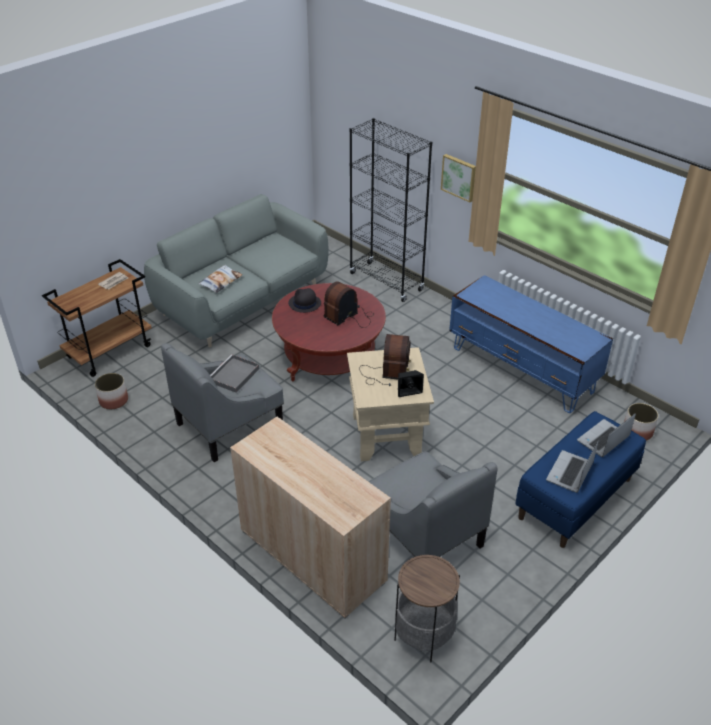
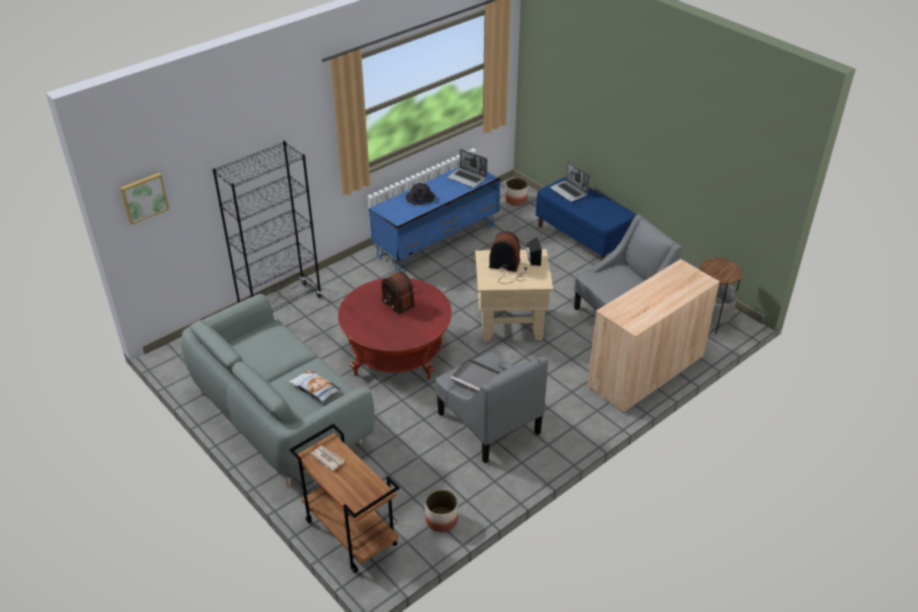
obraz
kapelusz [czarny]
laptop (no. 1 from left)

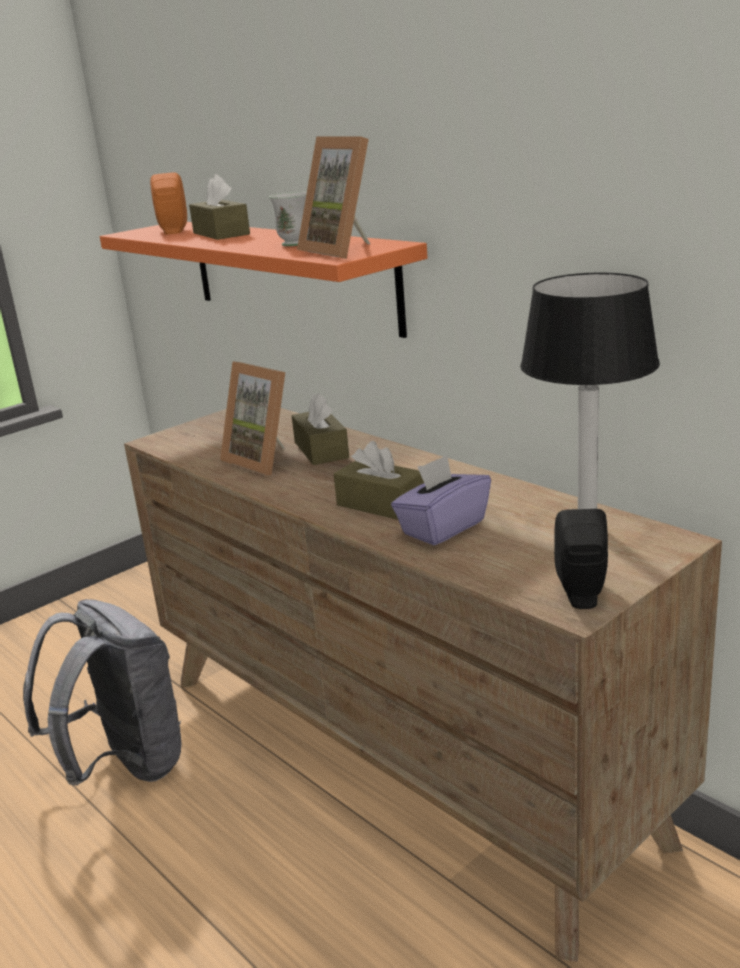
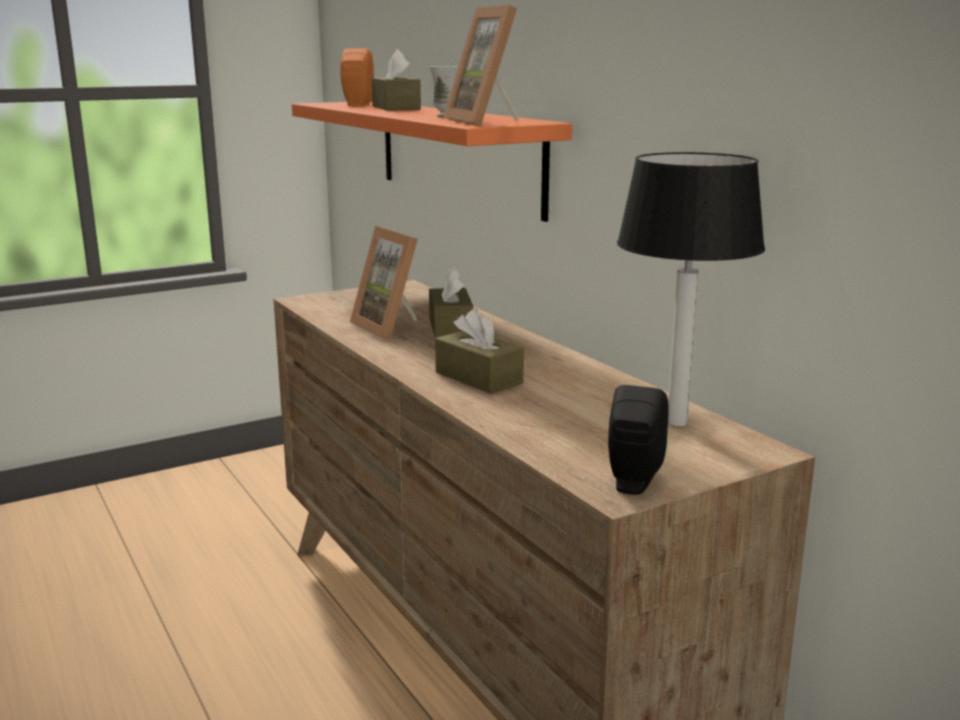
plecak [szary]
pudełko chusteczek [fioletowy]

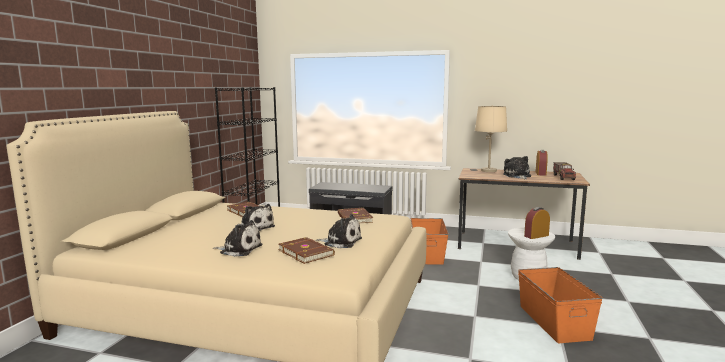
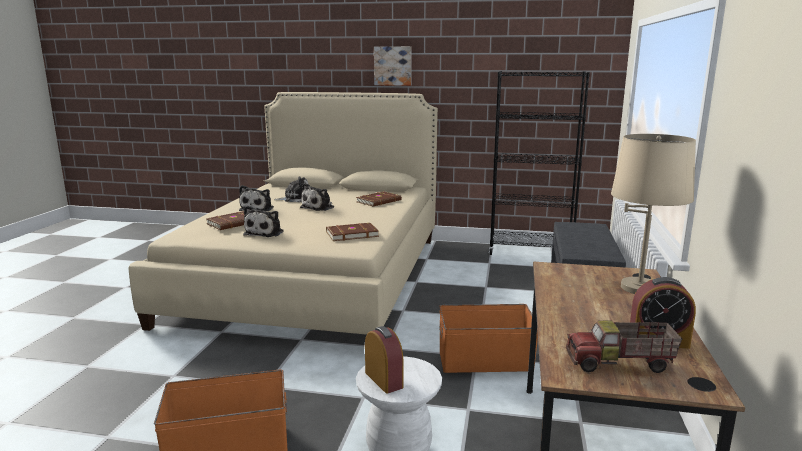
pluszak (no. 3 from left)
obraz

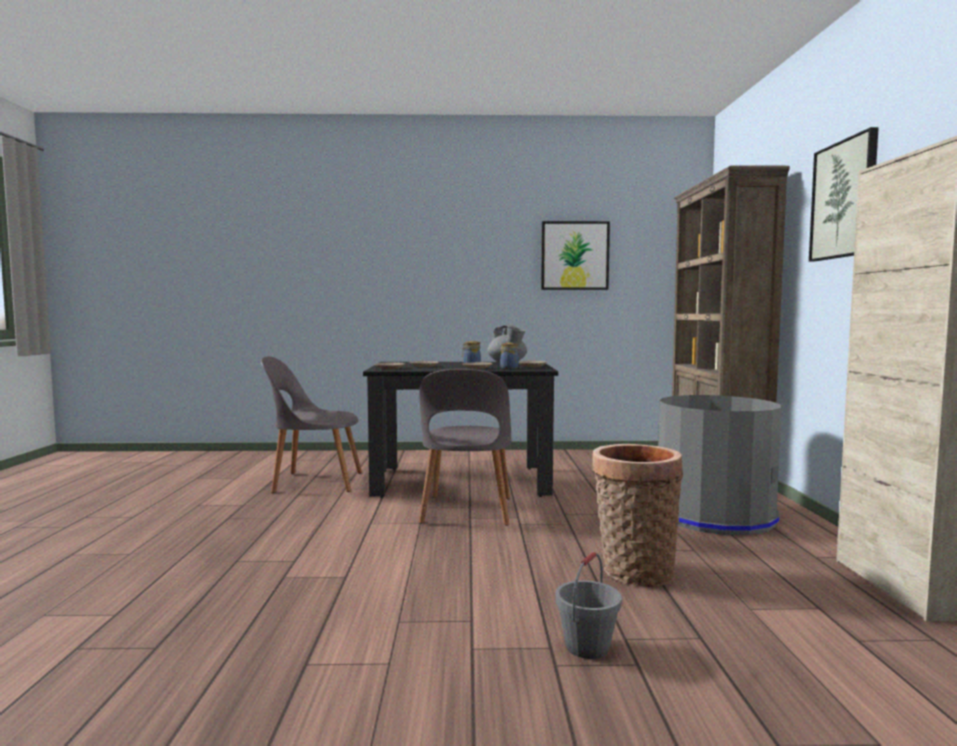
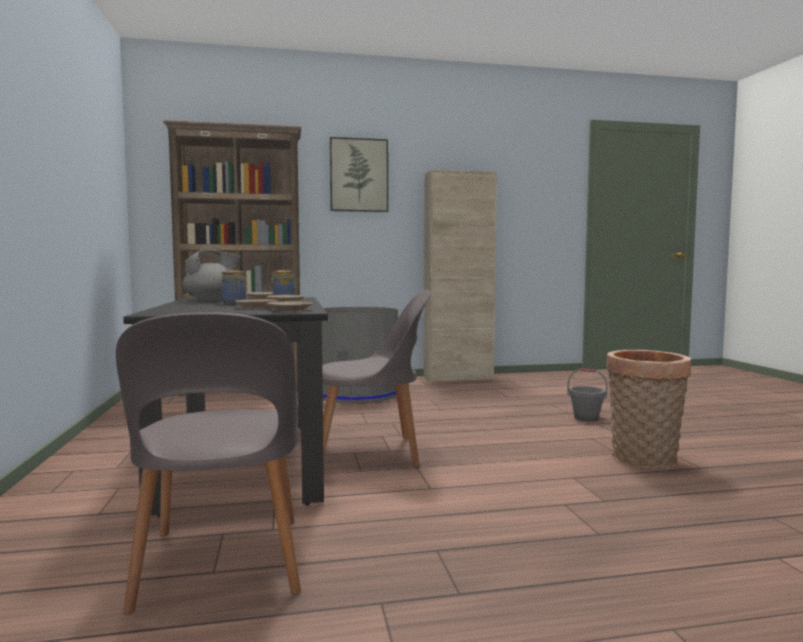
koszyk
obraz (no. 1 from left in the first image)

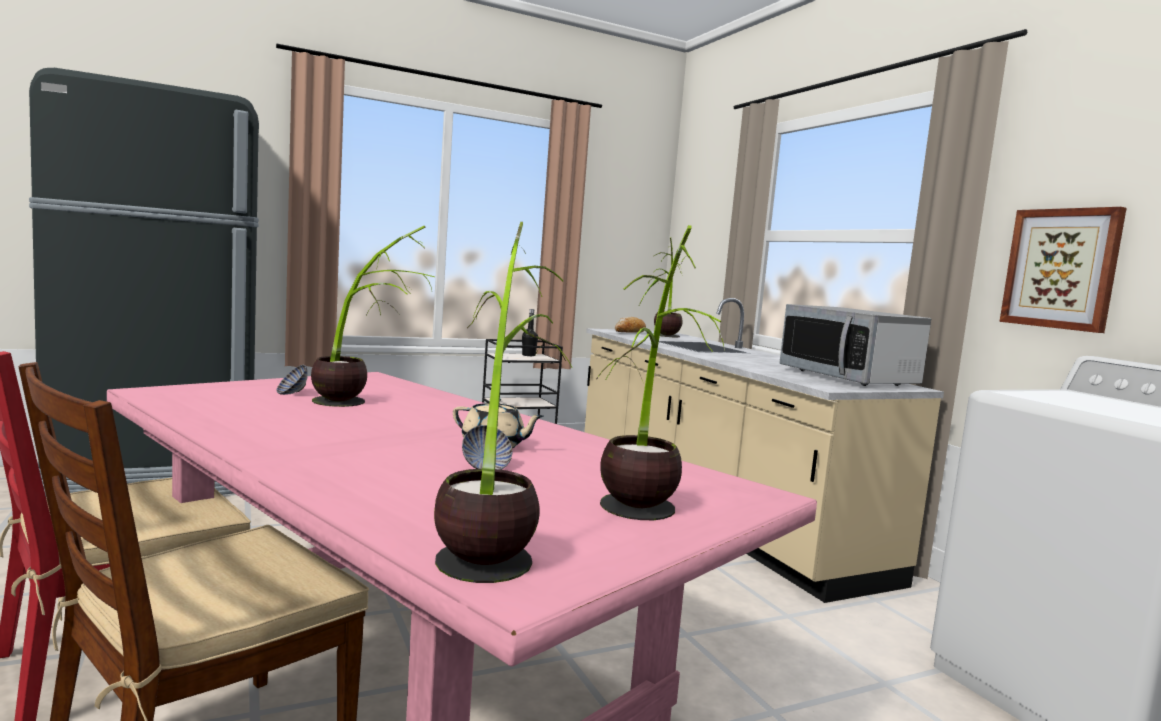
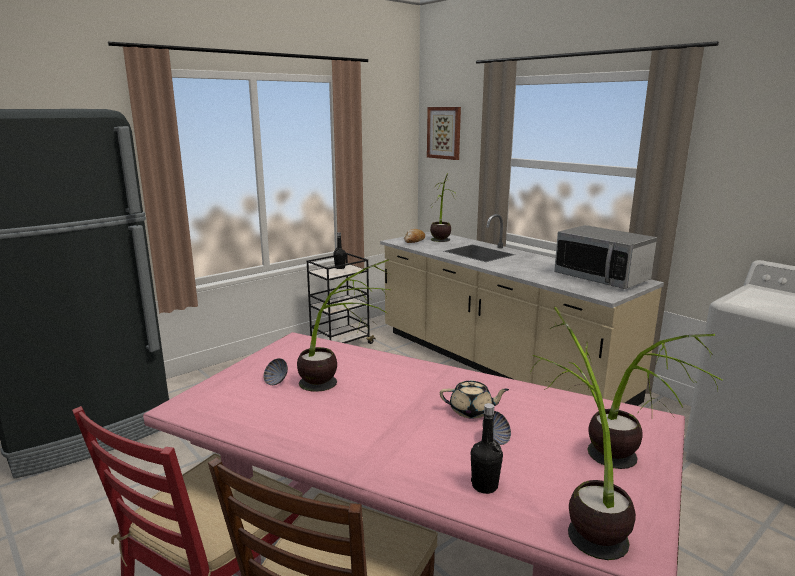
obraz
butelka [czarny] (no. 2 from left)

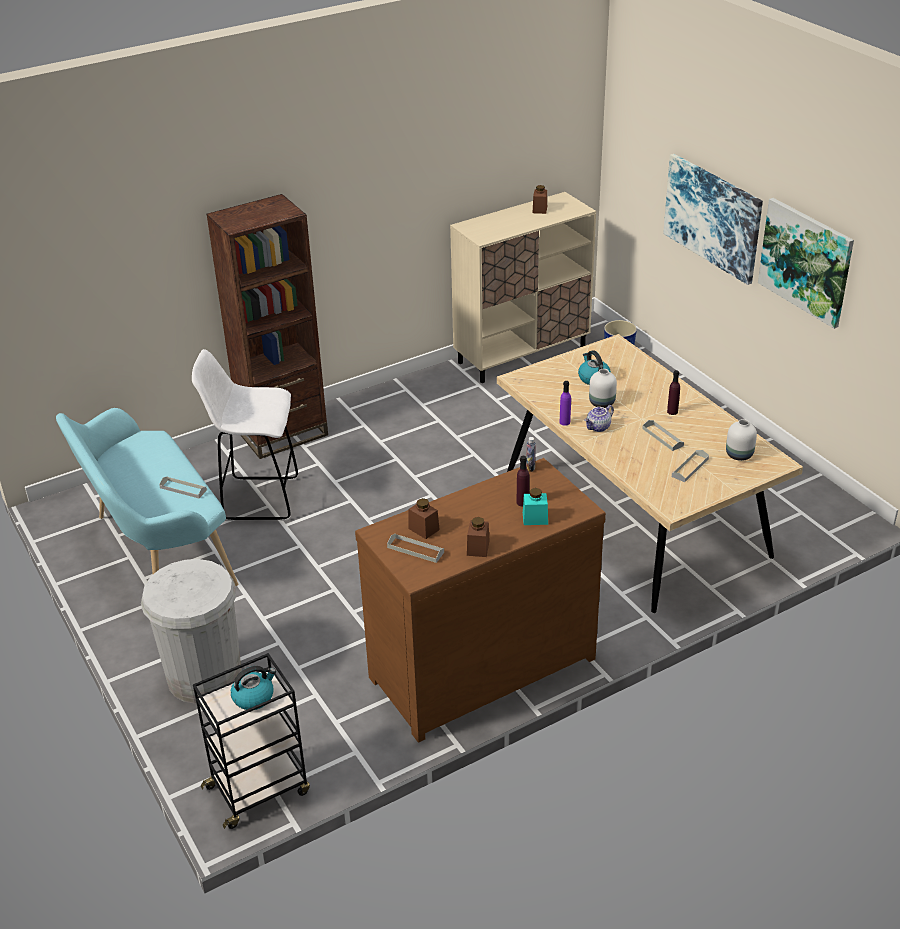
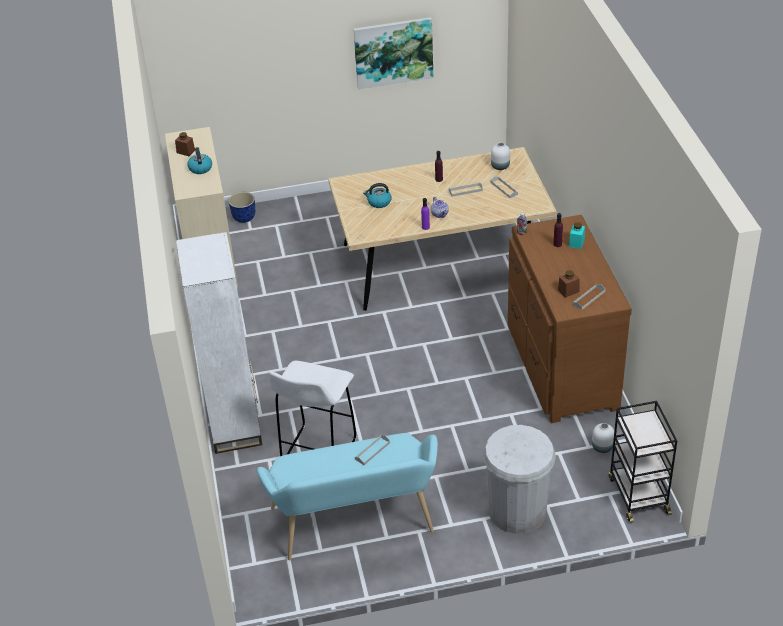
regał [biały]
czajnik (no. 1 from left)
wazon [biały] (no. 2 from left)
słoik [brązowy] (no. 2 from left in the first image)
obraz (no. 1 from left in the first image)

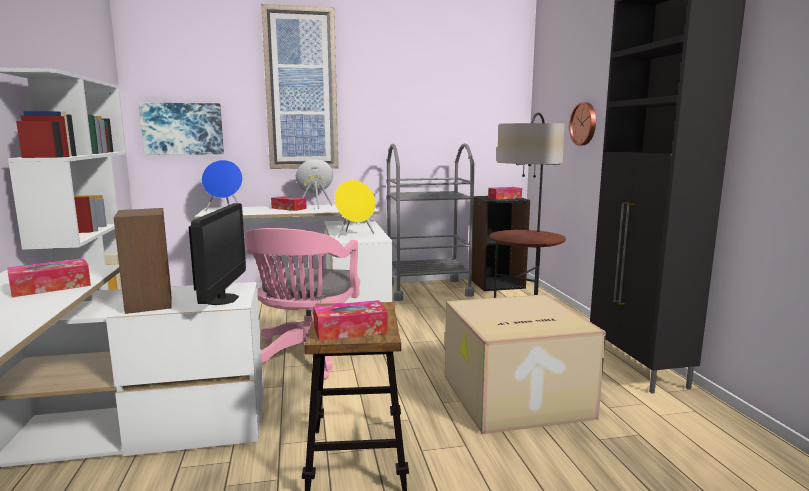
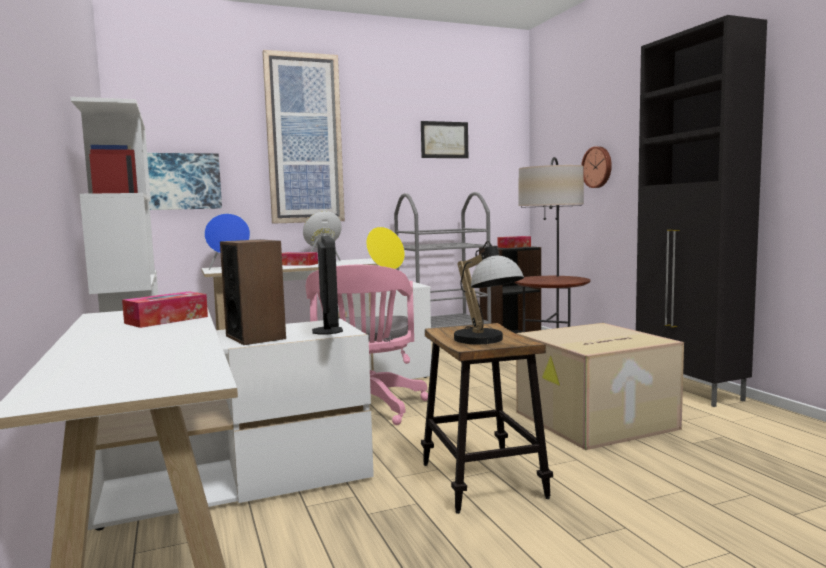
obraz (no. 3 from left)
lampa stołowa

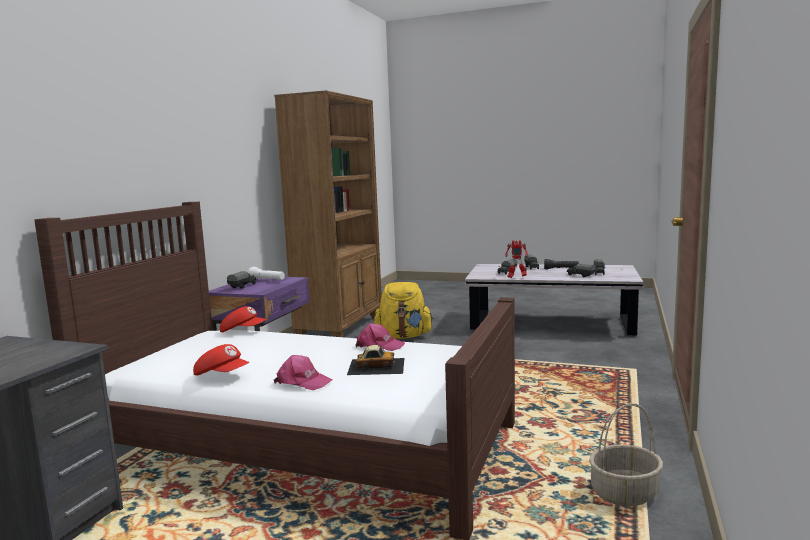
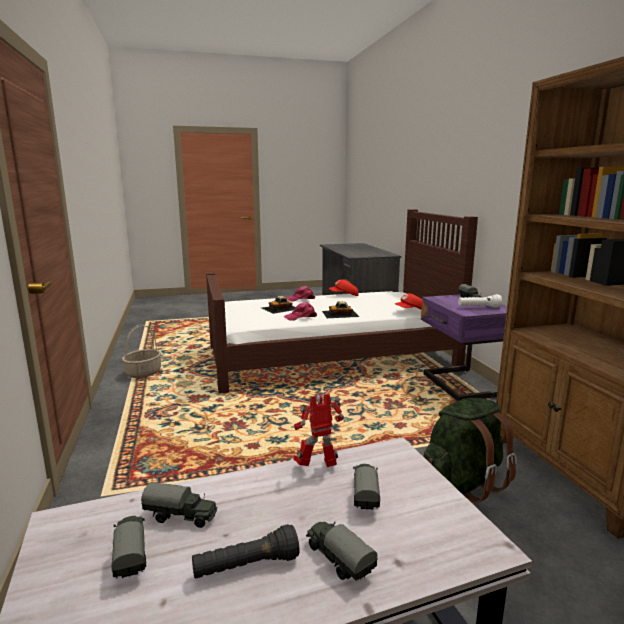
samochodzik (no. 2 from left)
plecak [zielony]

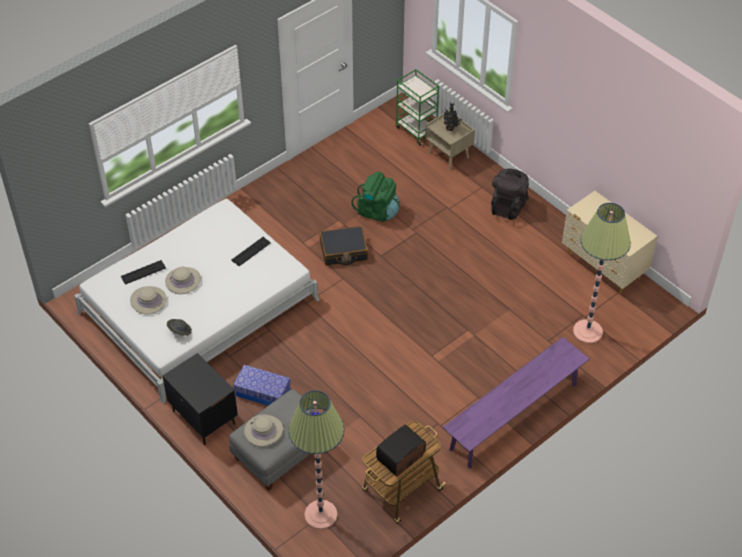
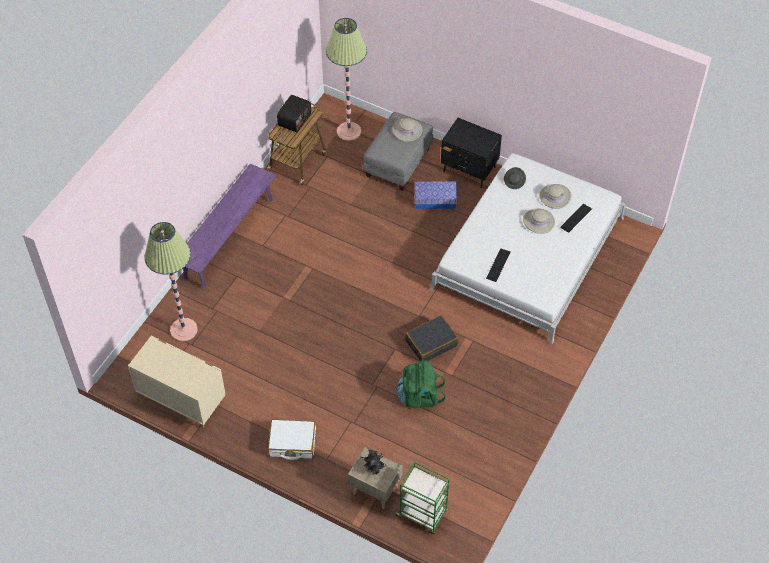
walizka [biały]

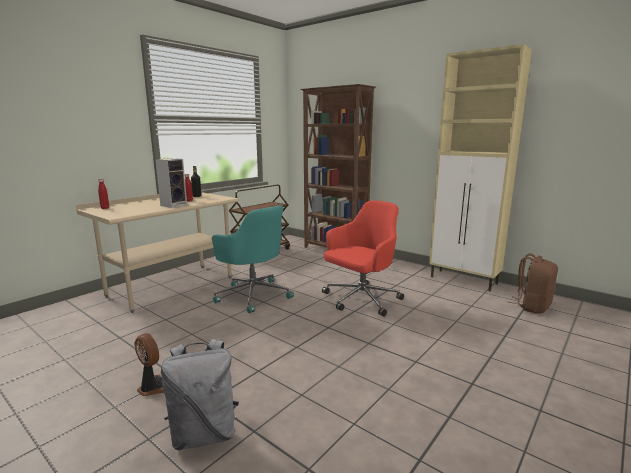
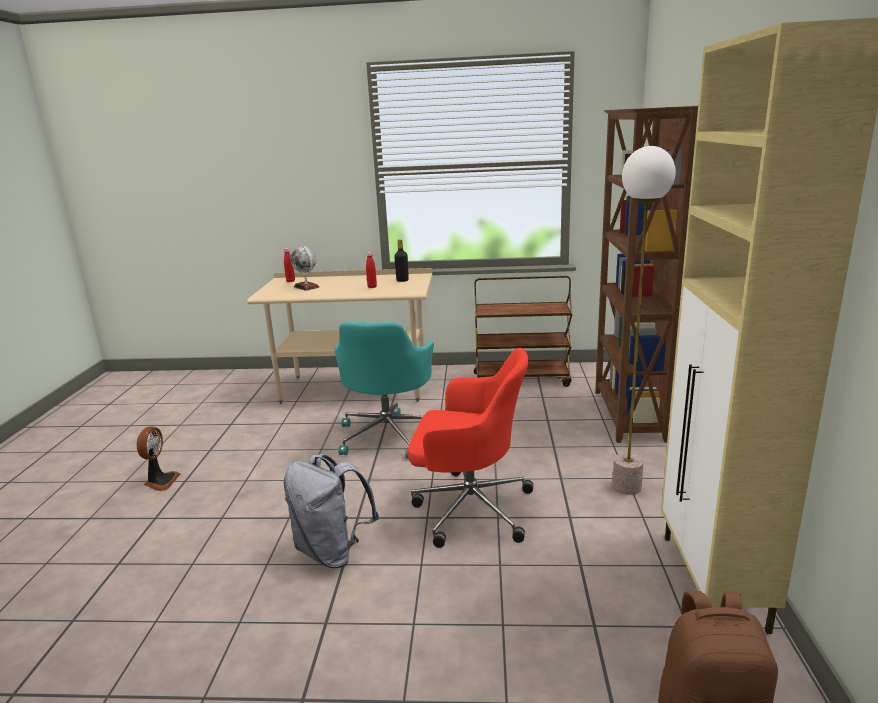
plecak [szary]
globus
lampa stojąca
głośnik

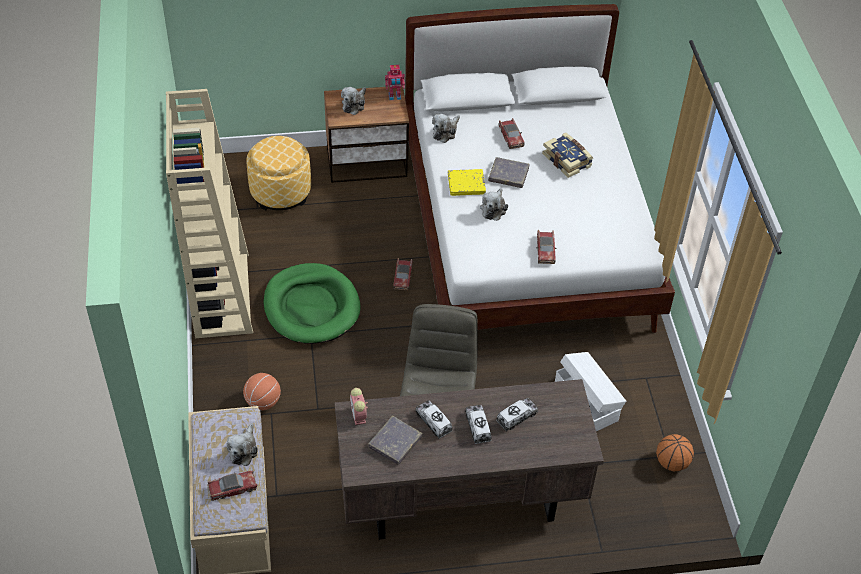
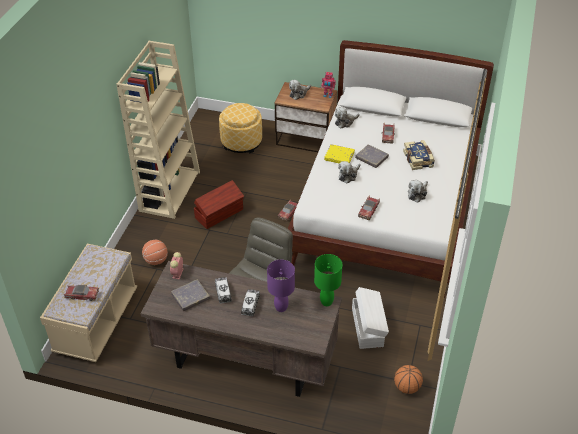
pojemnik do przechowywania [brązowy]
lampa stołowa [fioletowy]
lampa stołowa [zielony]
pluszak (no. 4 from left)

